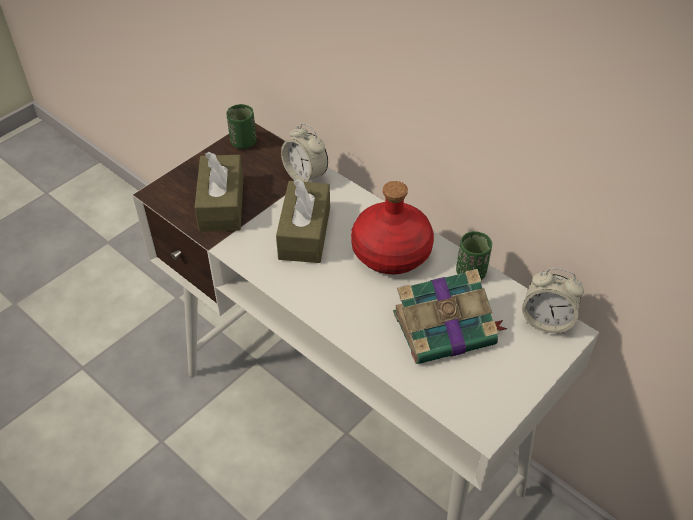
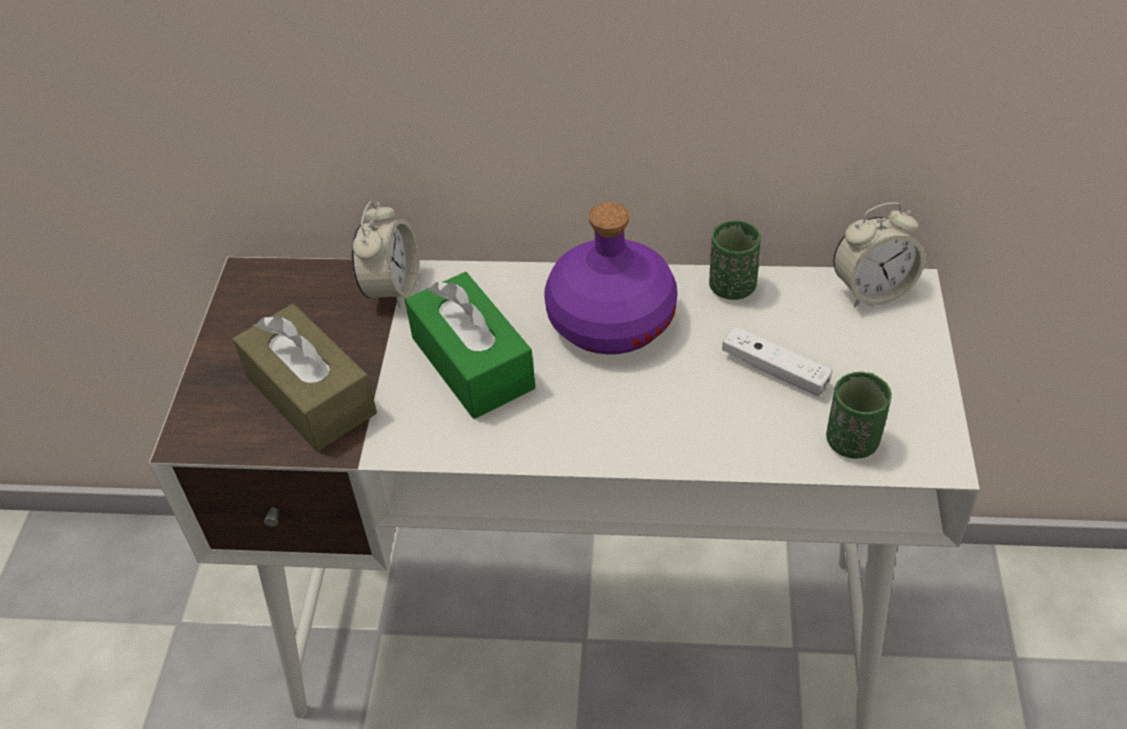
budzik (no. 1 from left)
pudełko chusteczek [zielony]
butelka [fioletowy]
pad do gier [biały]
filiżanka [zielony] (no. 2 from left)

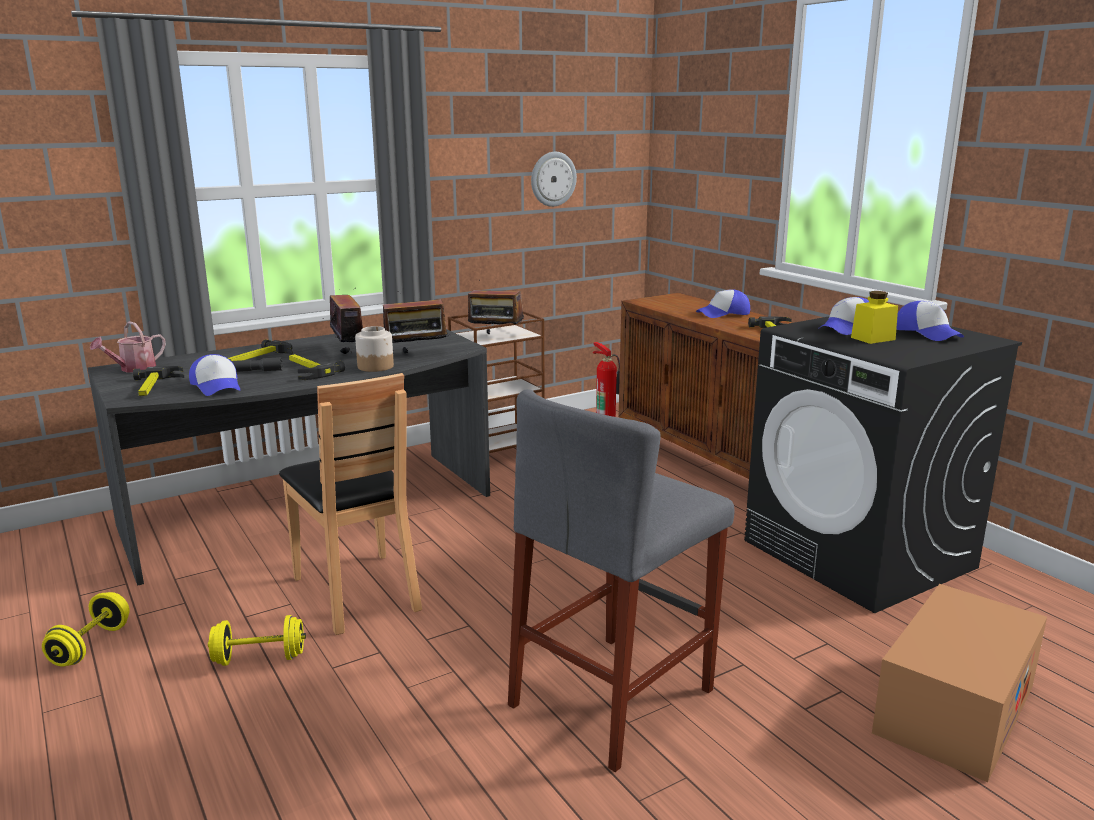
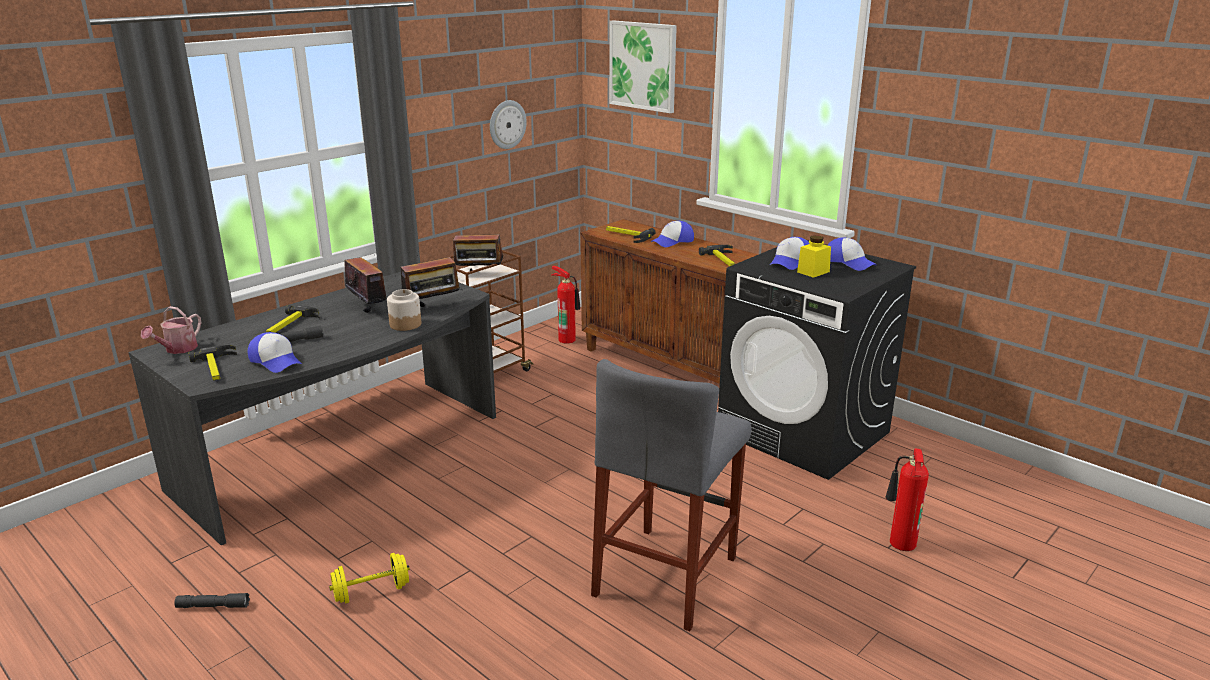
latarka [szary] (no. 1 from left)
młotek (no. 3 from left)
obraz
gaśnica (no. 2 from left)
krzesło [brązowy]

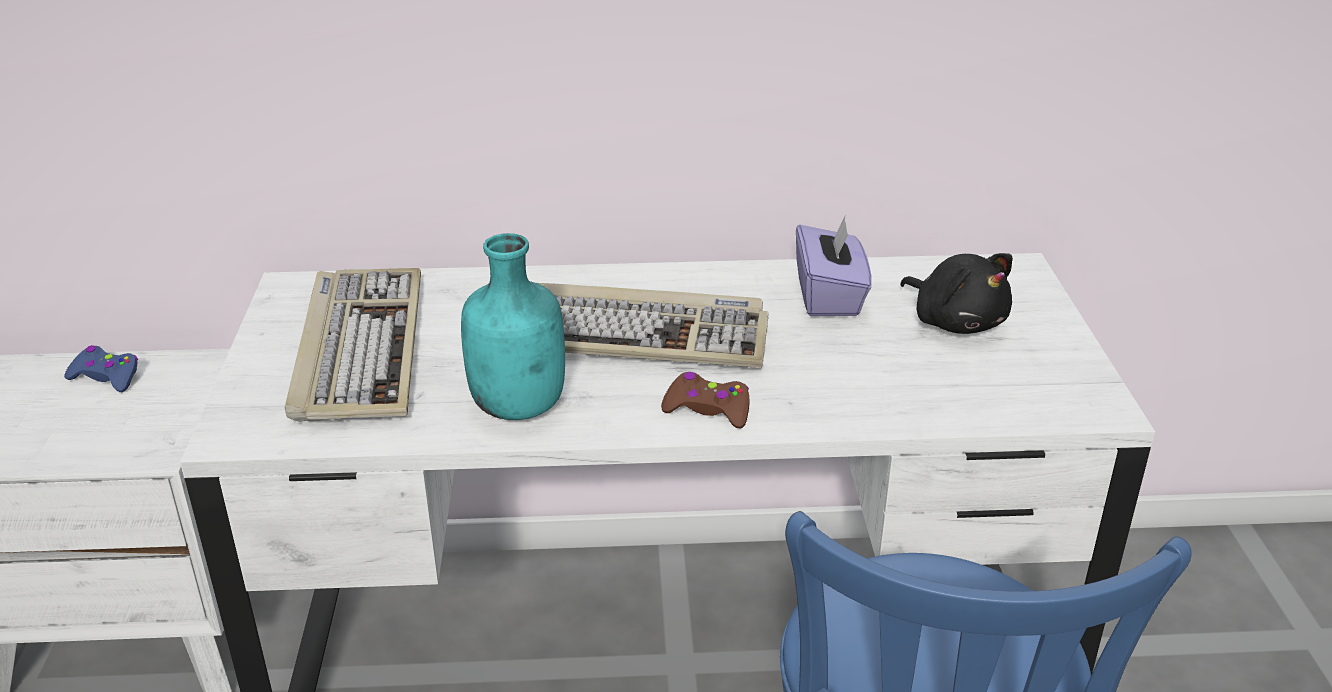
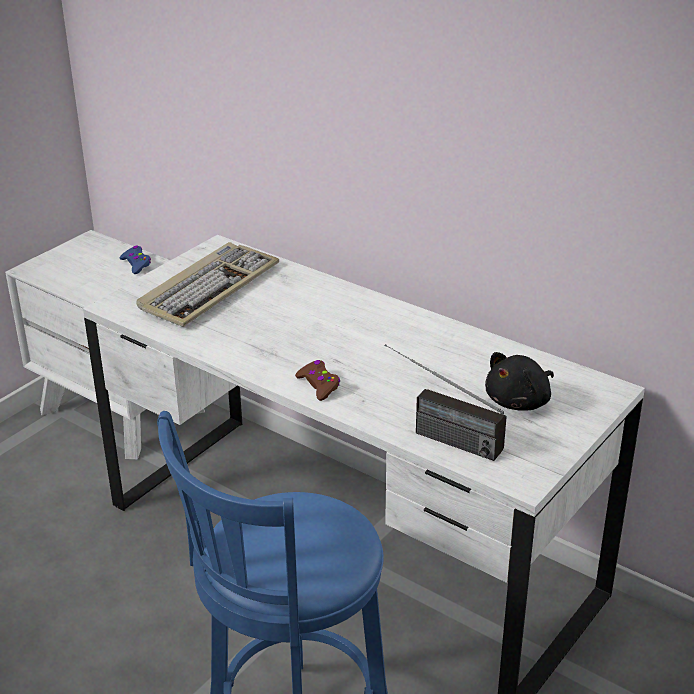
radio
pluszak [czarny]
butelka [turkusowy]
klawiatura (no. 2 from left in the first image)
pudełko chusteczek [fioletowy]

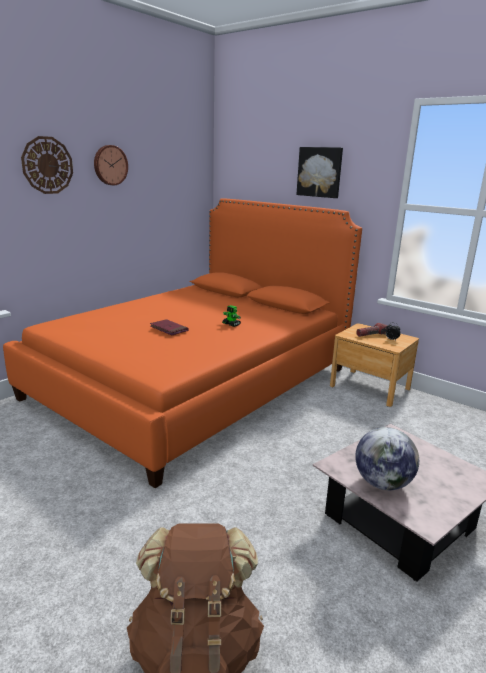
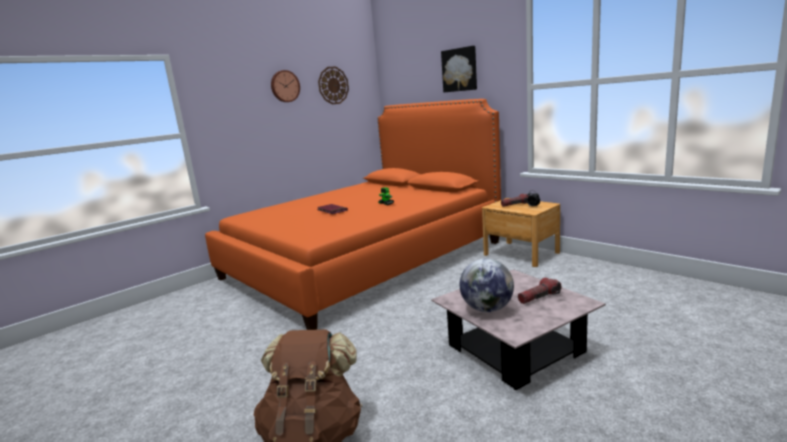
zegar ścienny (no. 2 from left)
latarka (no. 2 from left)

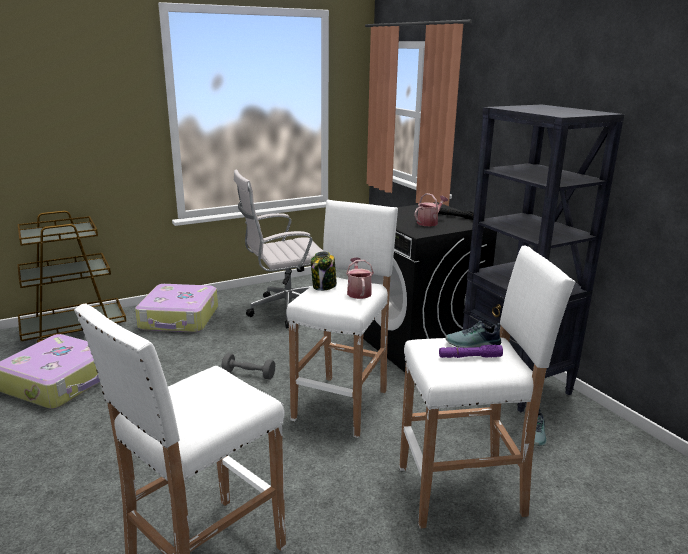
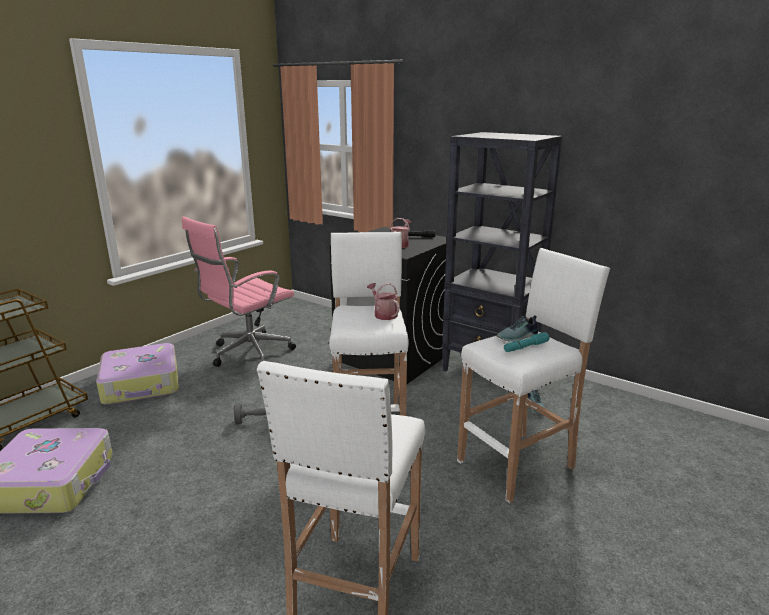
krzesło biurowe [różowy]
latarka [turkusowy]
słoik

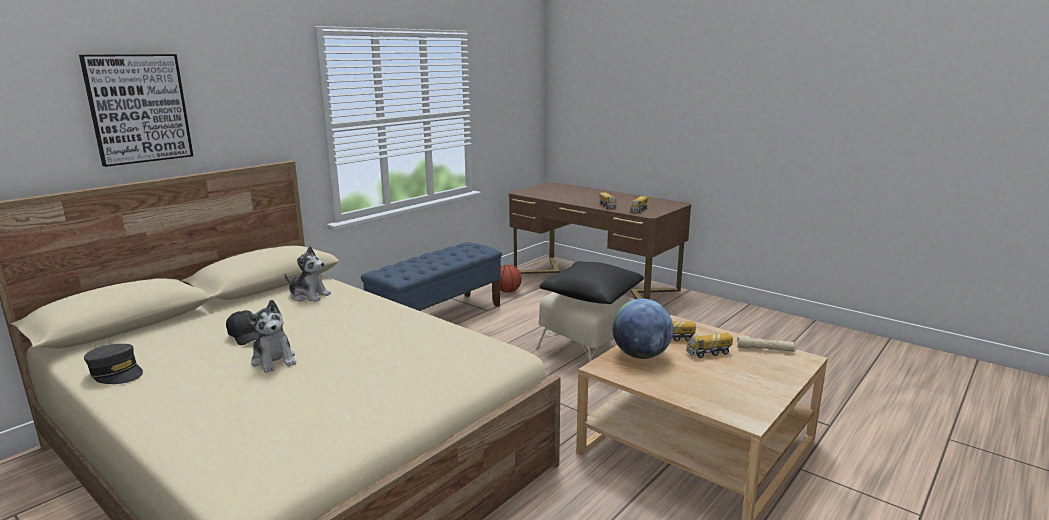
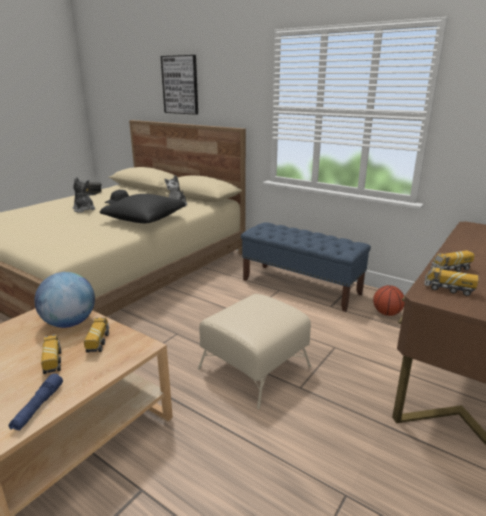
latarka [niebieski]
pluszak (no. 1 from left)
poduszka [czarny]

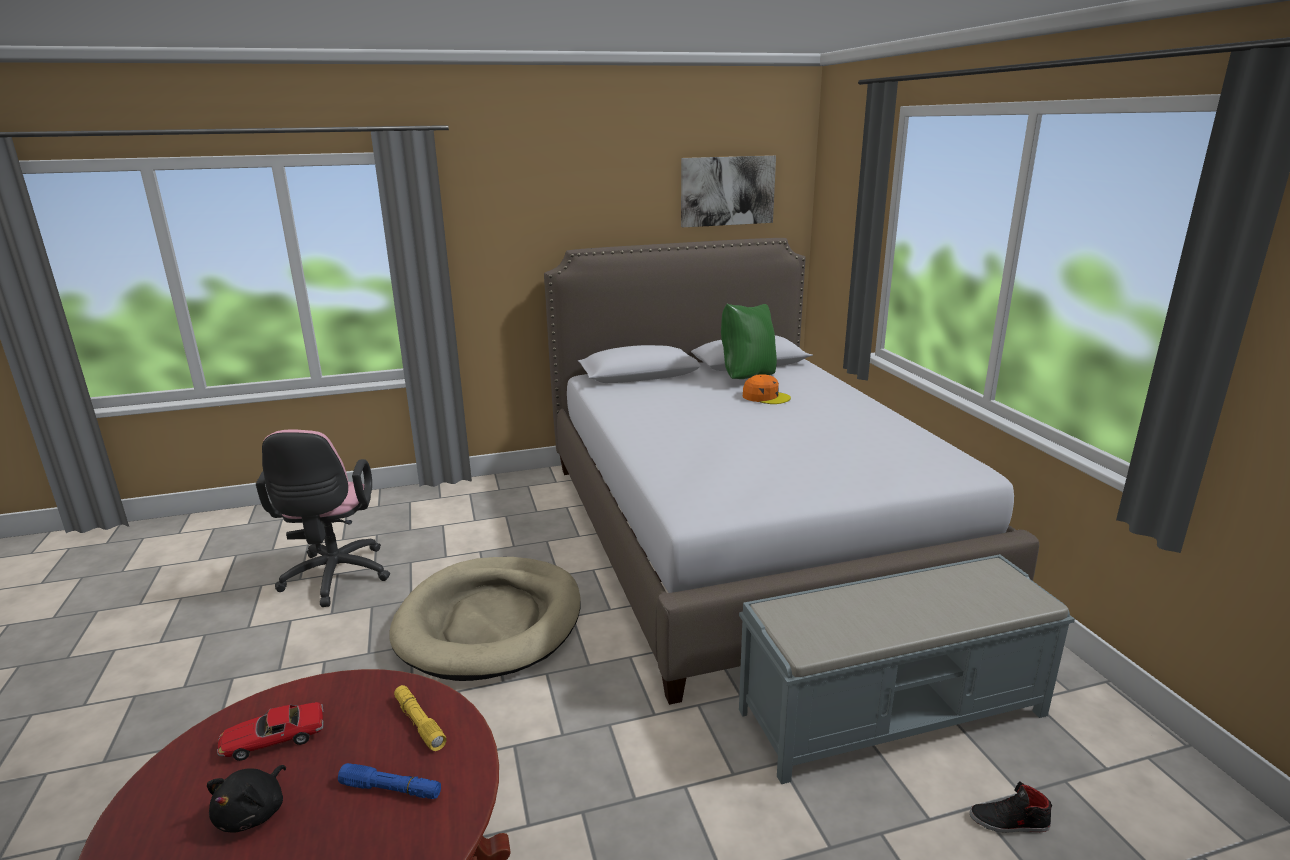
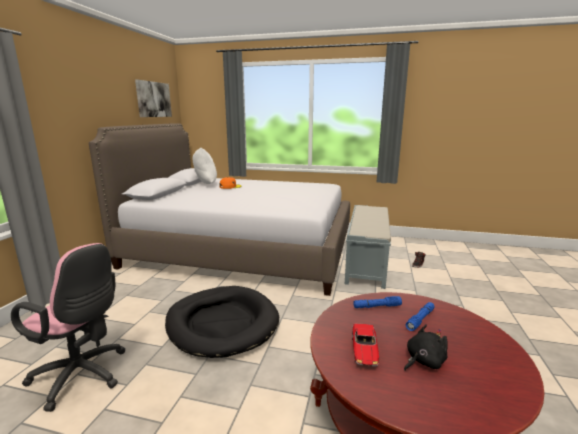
legowisko [czarny]
poduszka [biały]
latarka [niebieski] (no. 1 from left)
pluszak [czarny]

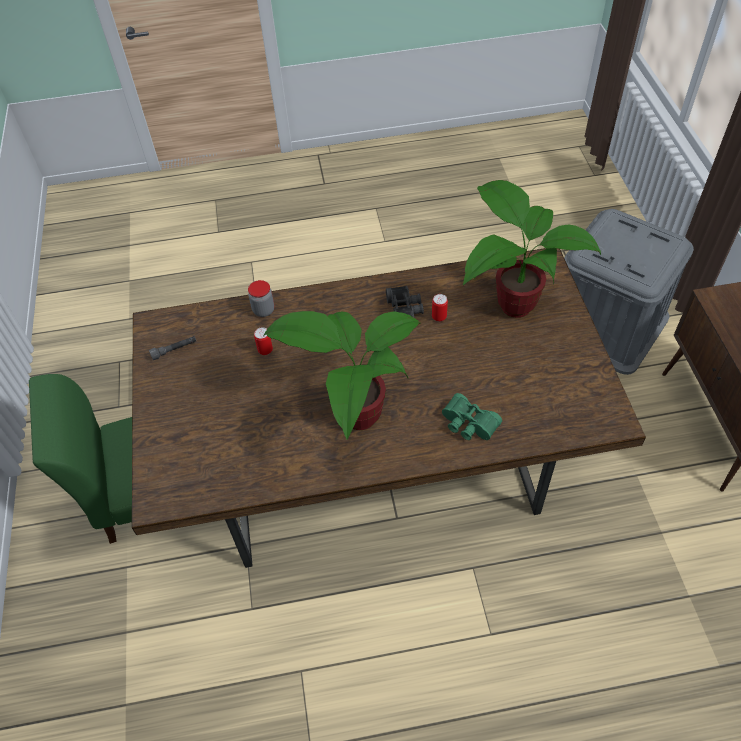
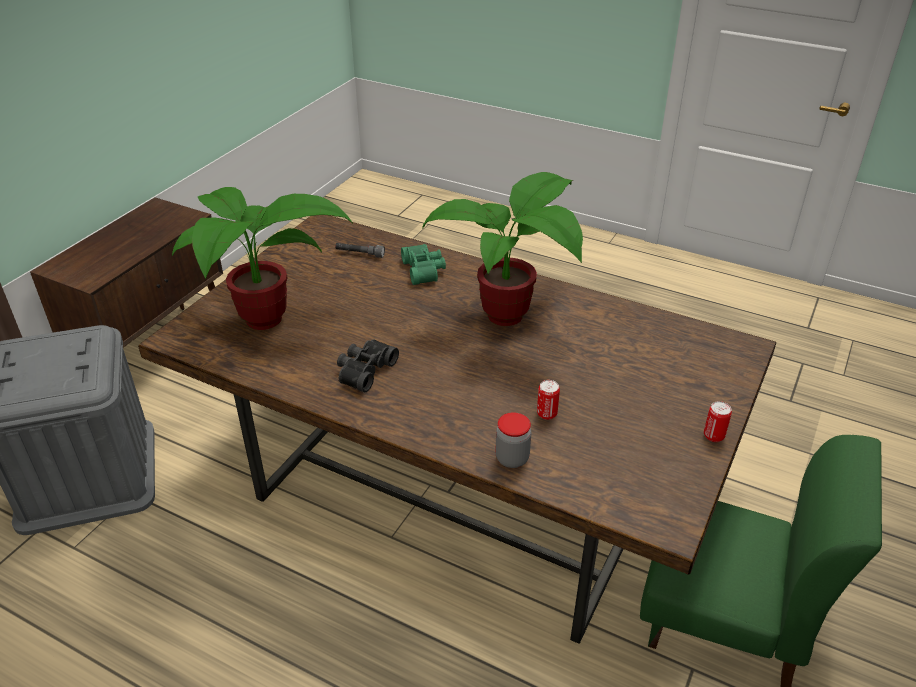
latarka [szary]
puszka (no. 2 from left)

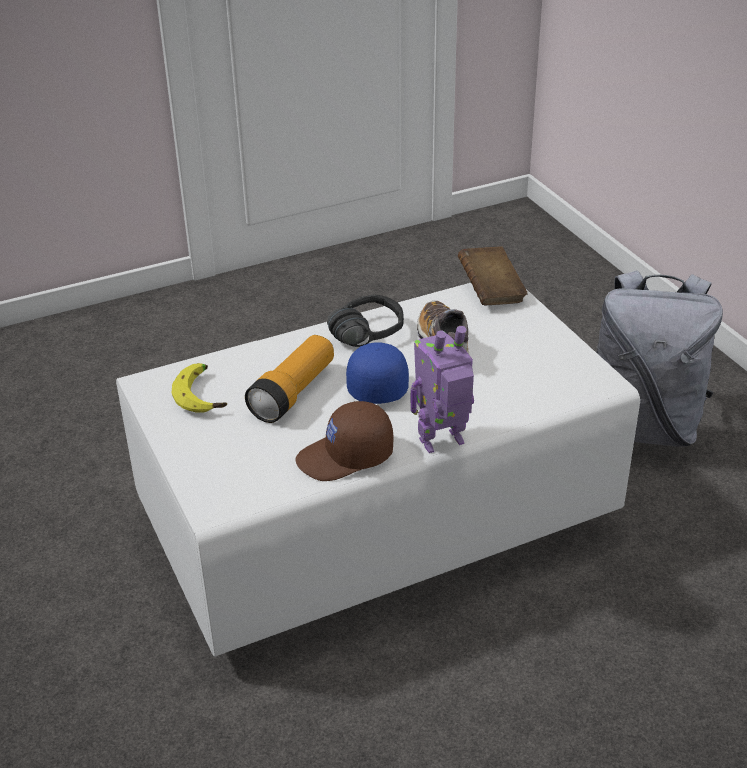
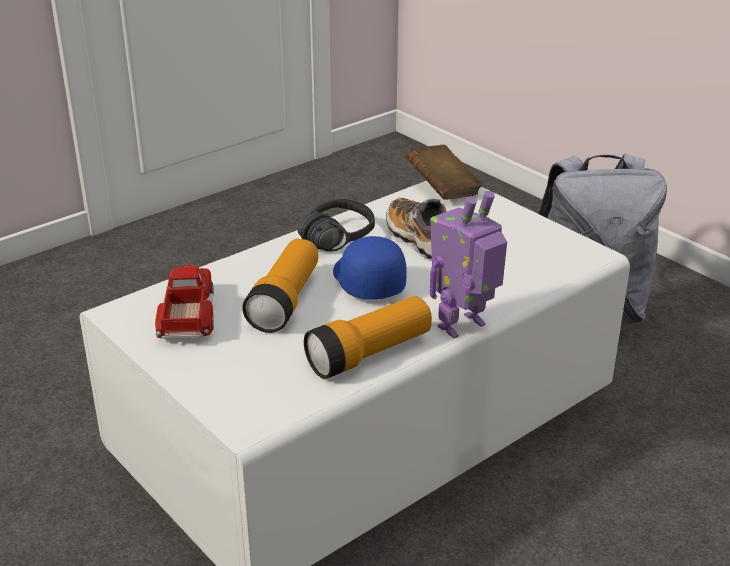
ciężarówka zabawkowa
latarka (no. 2 from left)

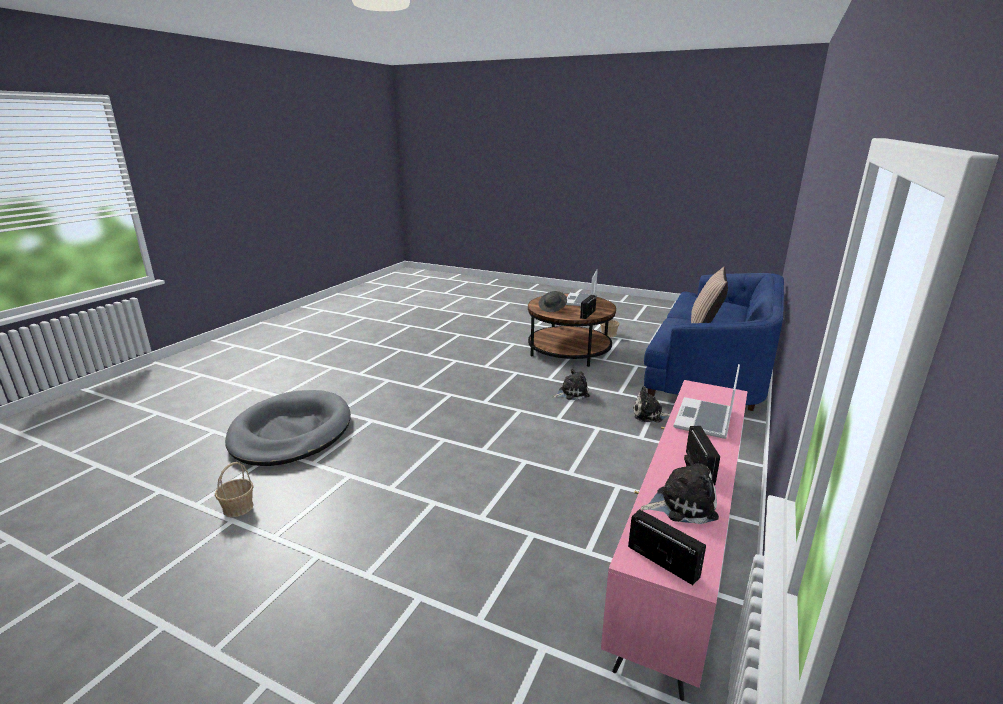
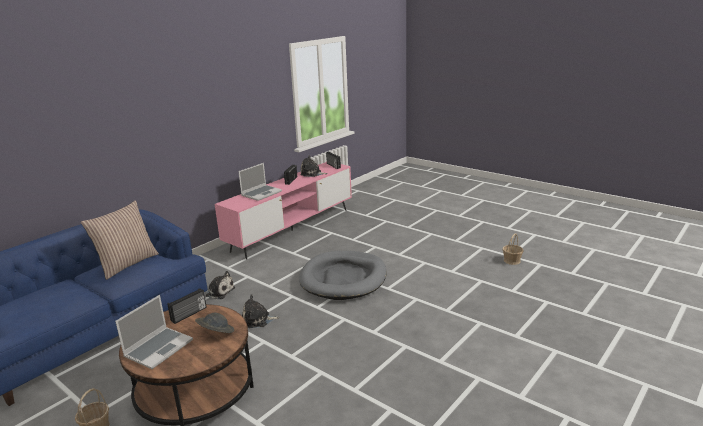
legowisko [szary]

